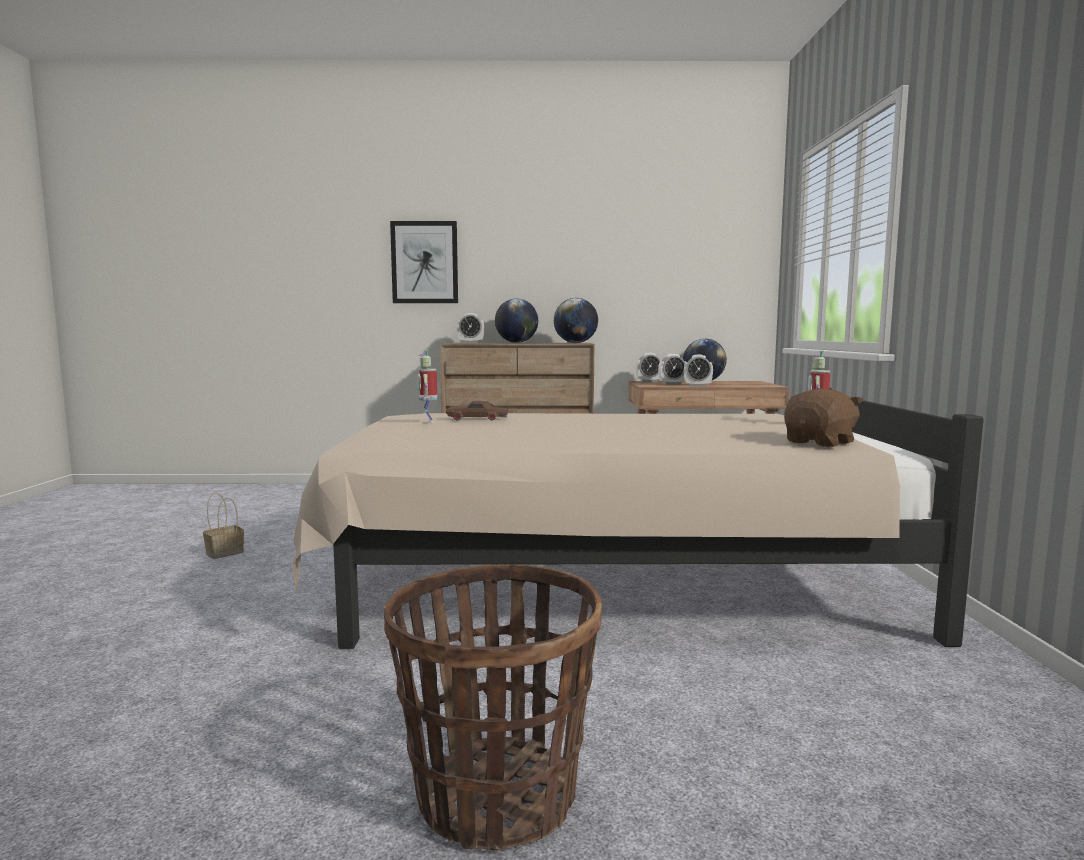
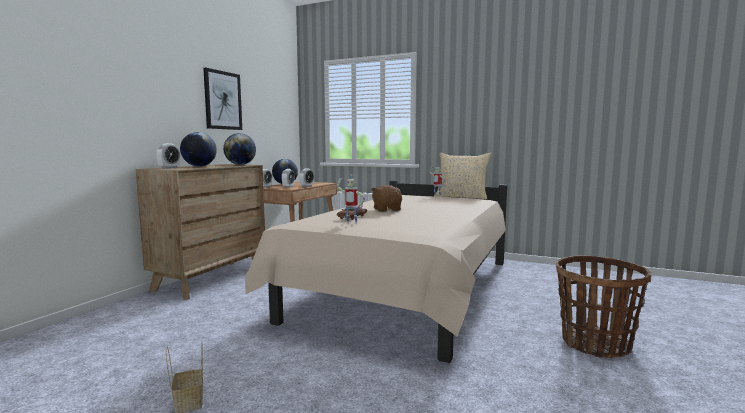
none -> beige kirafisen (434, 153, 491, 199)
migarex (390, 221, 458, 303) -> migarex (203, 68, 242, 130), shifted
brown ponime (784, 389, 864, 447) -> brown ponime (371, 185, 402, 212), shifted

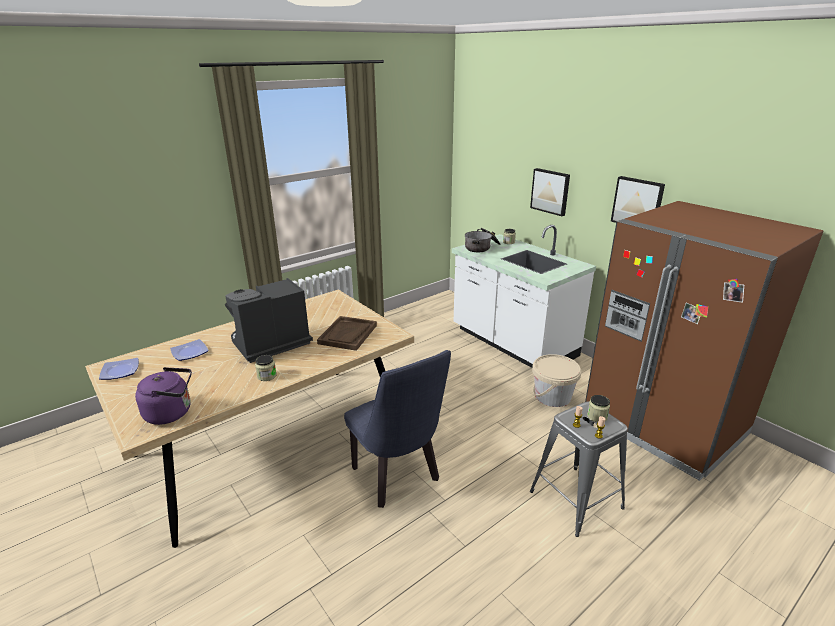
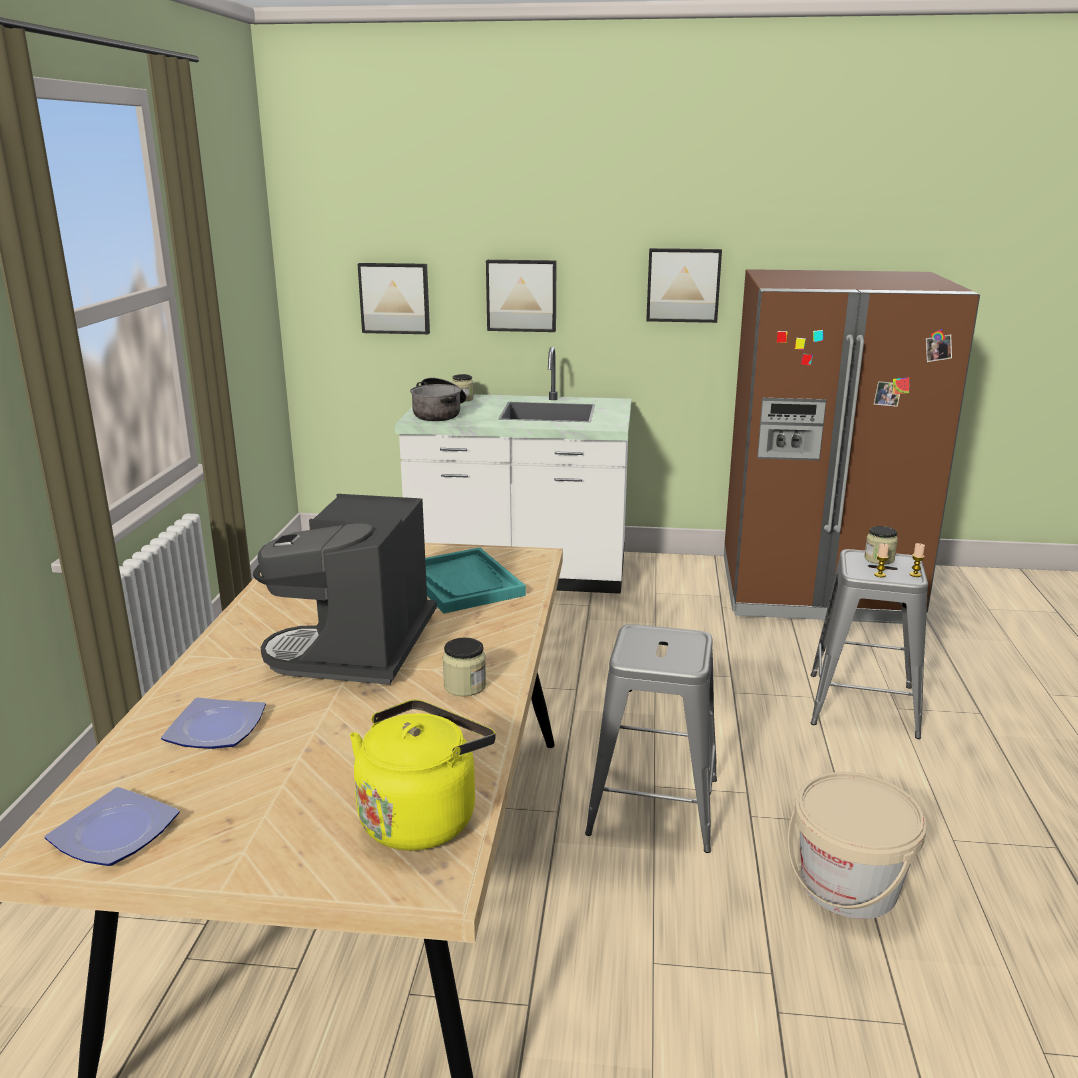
none -> migarex (358, 263, 430, 334)
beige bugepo (532, 354, 581, 407) -> beige bugepo (788, 772, 927, 919), shifted
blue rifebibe (344, 350, 451, 508) -> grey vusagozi (585, 624, 717, 853)
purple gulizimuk (135, 367, 192, 425) -> yellow gulizimuk (350, 700, 496, 851)
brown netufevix (317, 316, 377, 351) -> turquoise netufevix (425, 547, 526, 614)

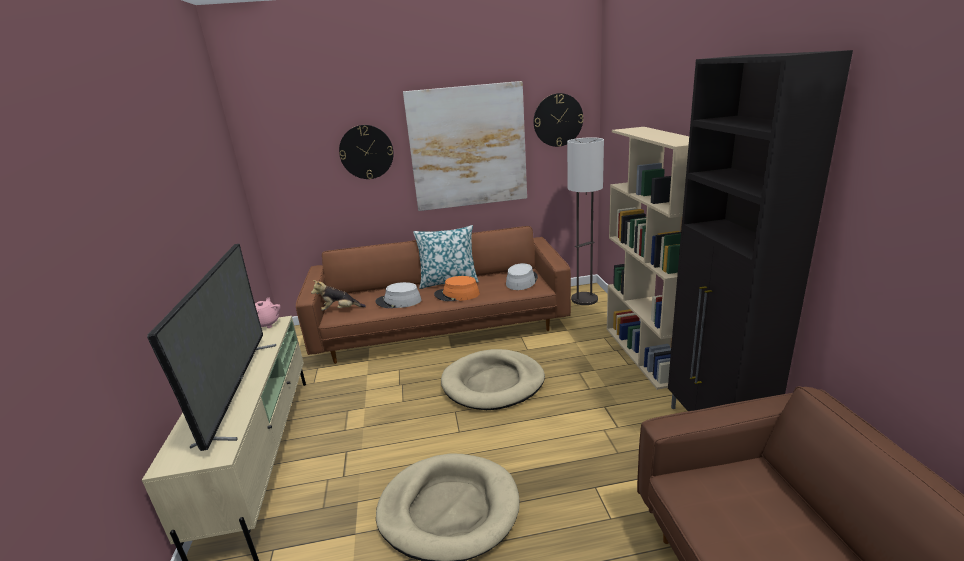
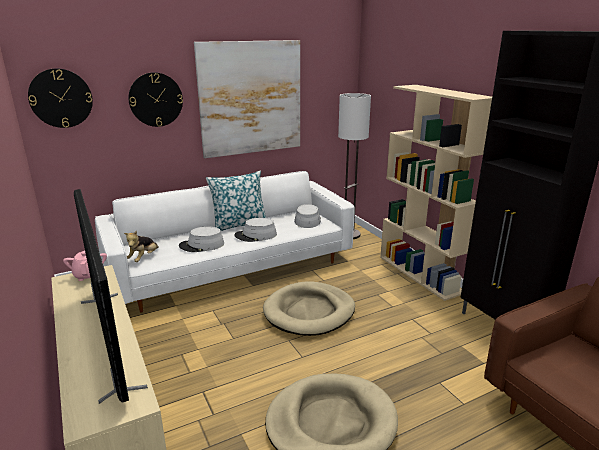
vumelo (534, 93, 583, 147) -> vumelo (28, 68, 93, 128), shifted
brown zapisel (296, 226, 571, 364) -> white zapisel (95, 171, 355, 313)
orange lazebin (434, 276, 480, 301) -> grey lazebin (235, 218, 277, 242)
ponime (311, 280, 366, 311) -> ponime (124, 231, 159, 262), 45 degrees counterclockwise

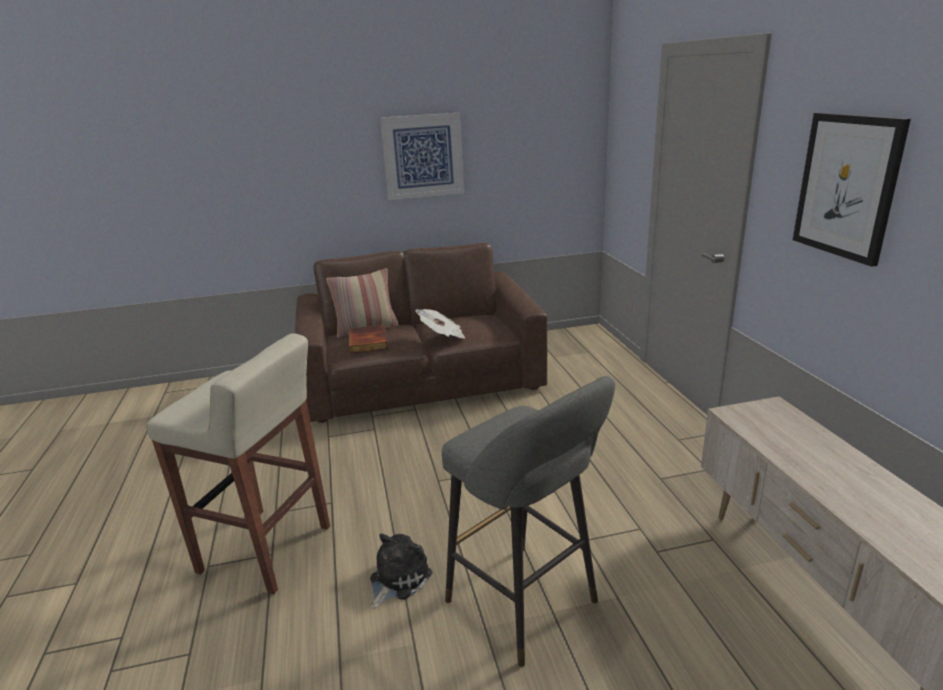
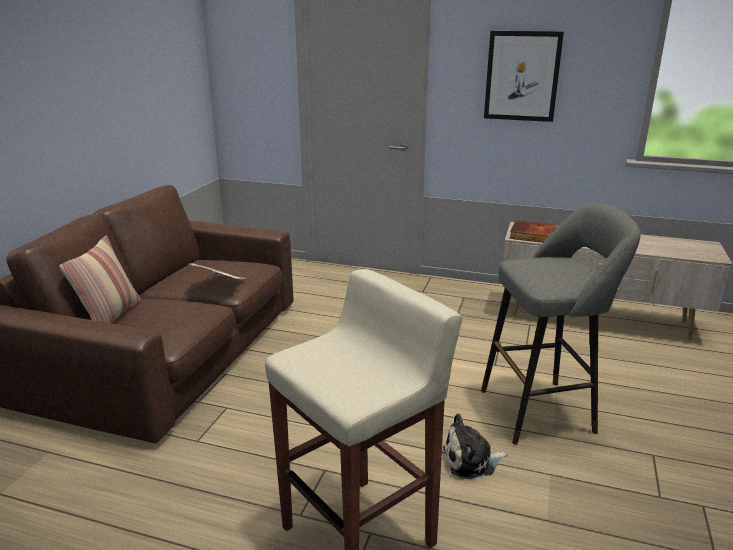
migarex (380, 113, 464, 200) -> none
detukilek (349, 325, 388, 353) -> detukilek (509, 220, 559, 243), shifted
ponime (370, 533, 432, 609) -> ponime (442, 414, 508, 479), 75 degrees counterclockwise

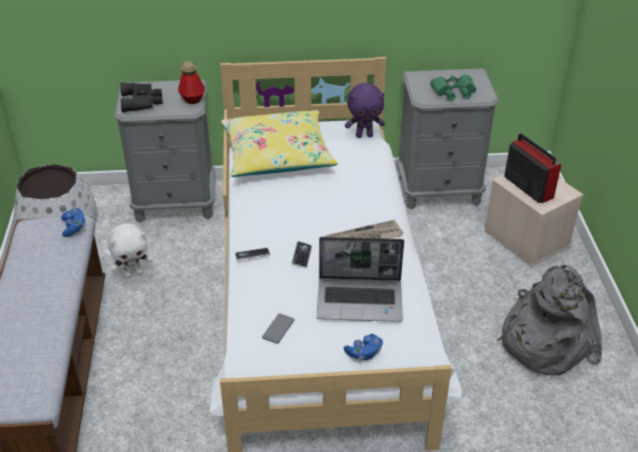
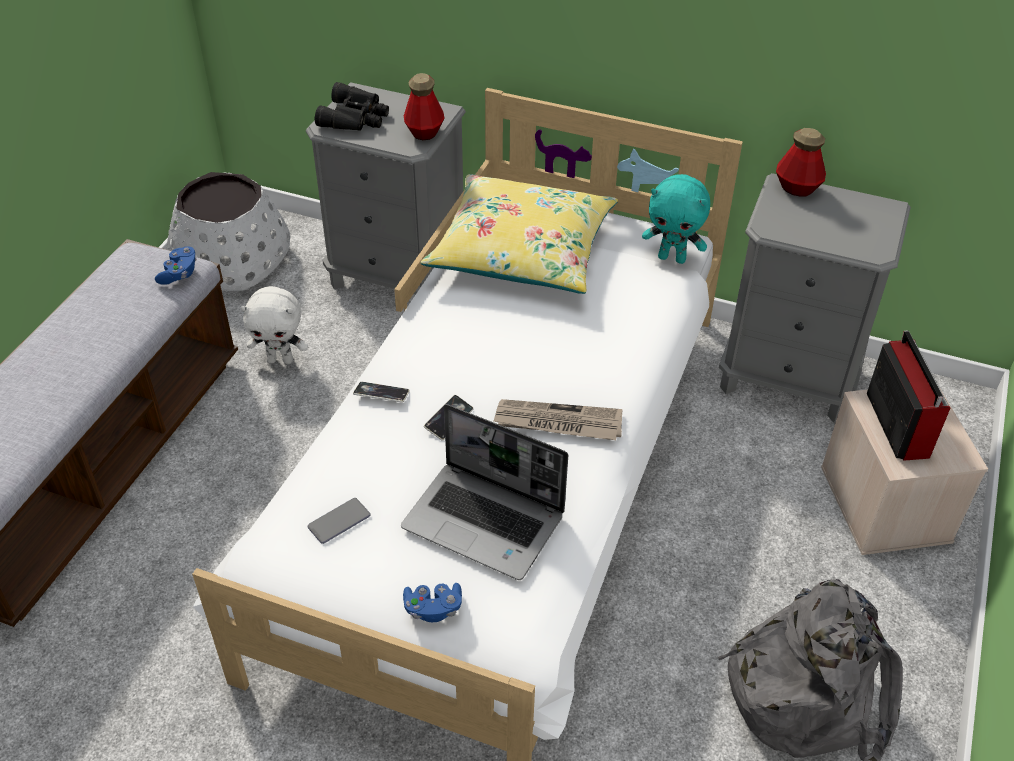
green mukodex (430, 74, 476, 101) -> none
none -> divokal (776, 128, 826, 197)
purple ponime (345, 83, 385, 138) -> turquoise ponime (642, 174, 710, 264)

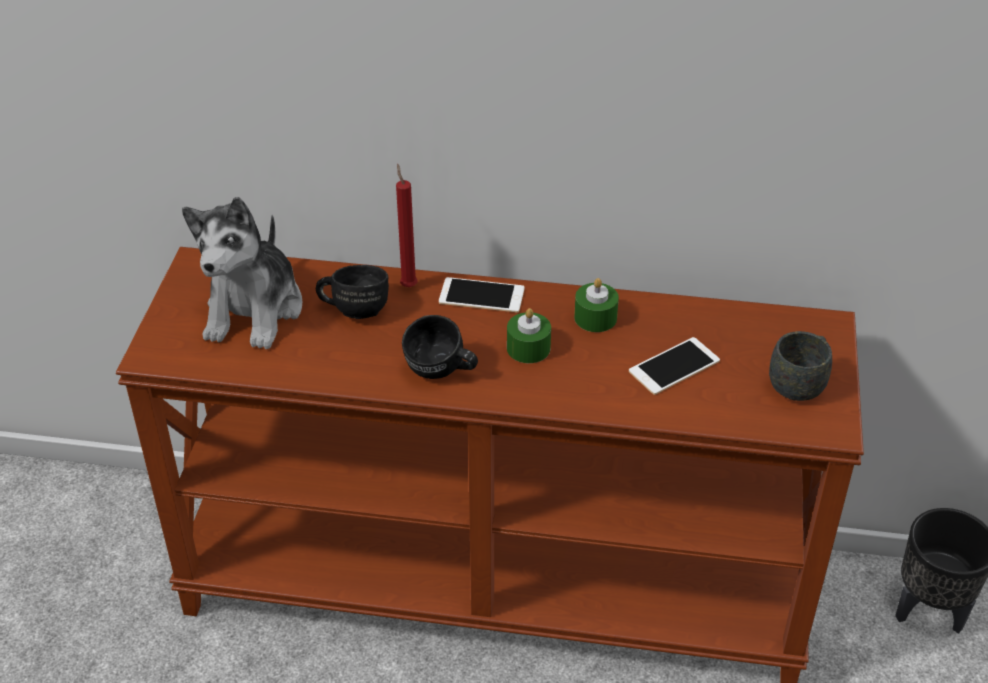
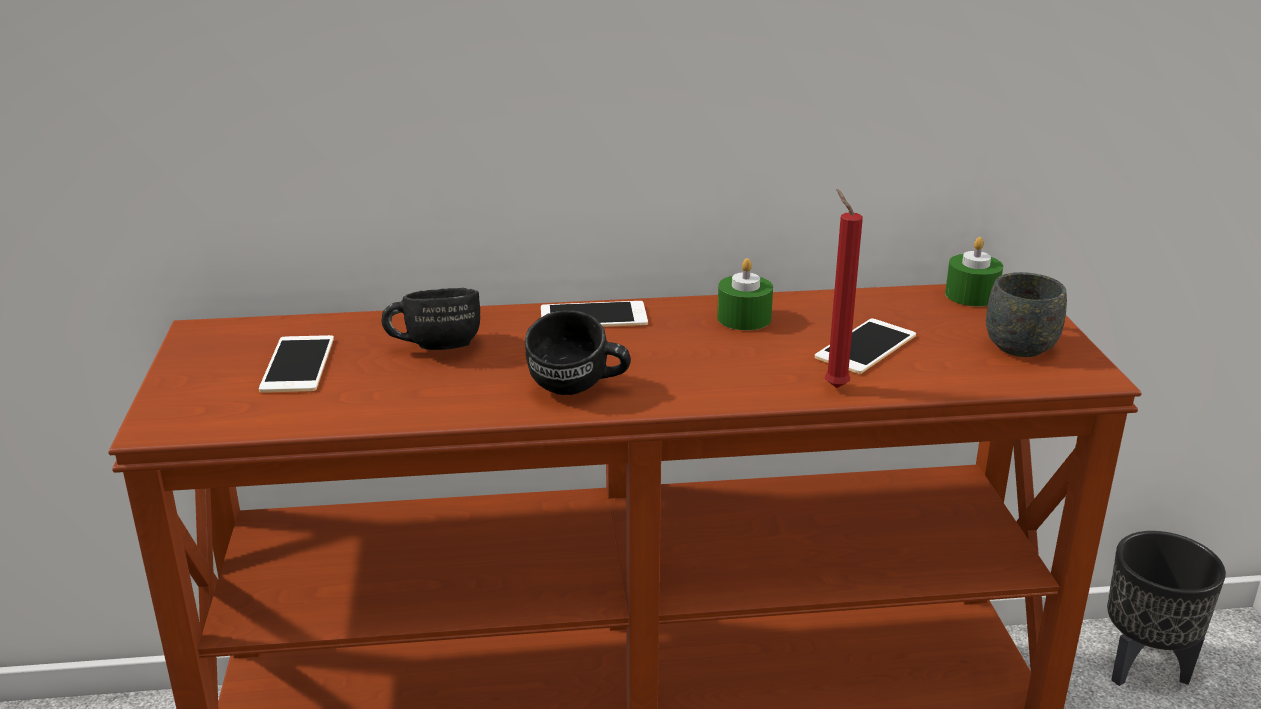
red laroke (396, 164, 417, 287) -> red laroke (825, 189, 863, 388), shifted
green laroke (507, 308, 551, 363) -> green laroke (945, 237, 1003, 307), shifted
ponime (182, 197, 302, 349) -> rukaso (259, 335, 334, 393)

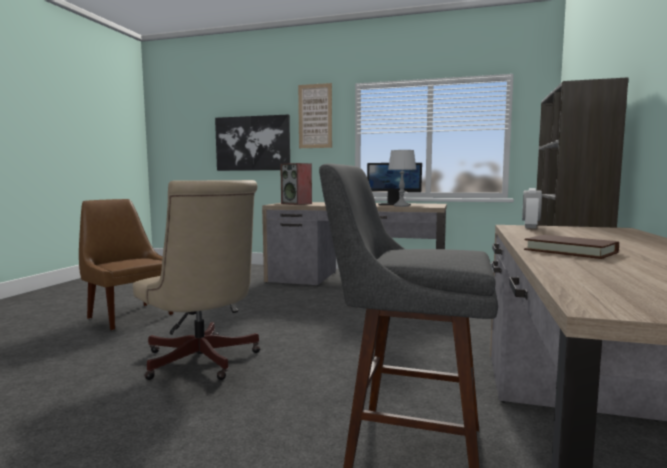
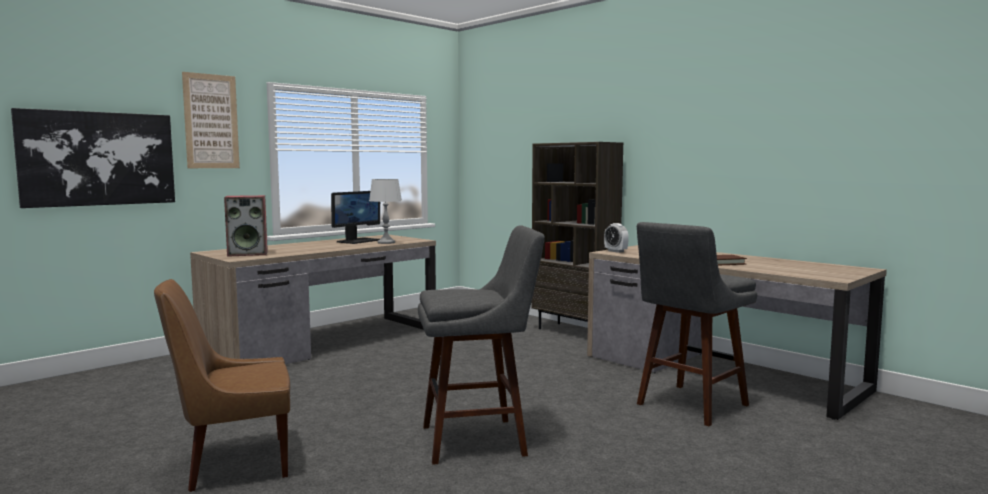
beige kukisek (133, 180, 260, 380) -> grey vusagozi (418, 225, 545, 465)

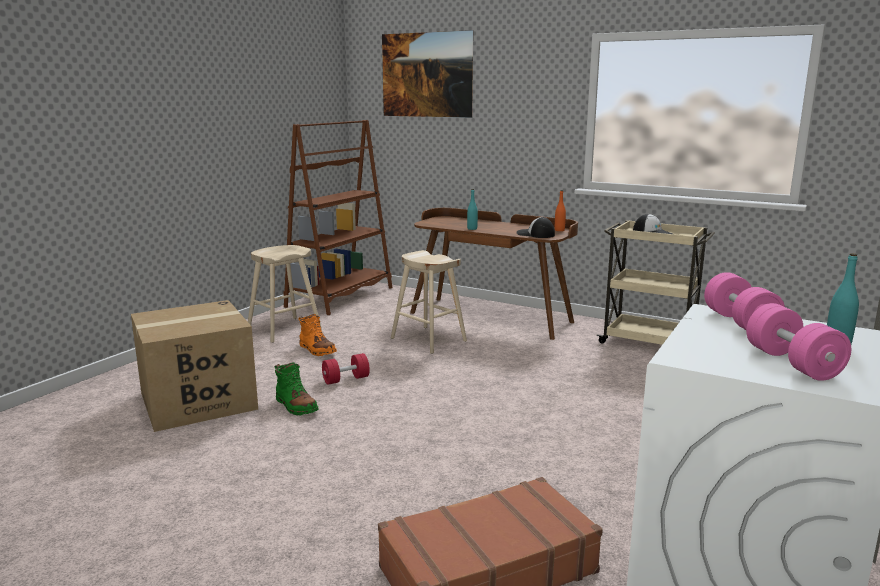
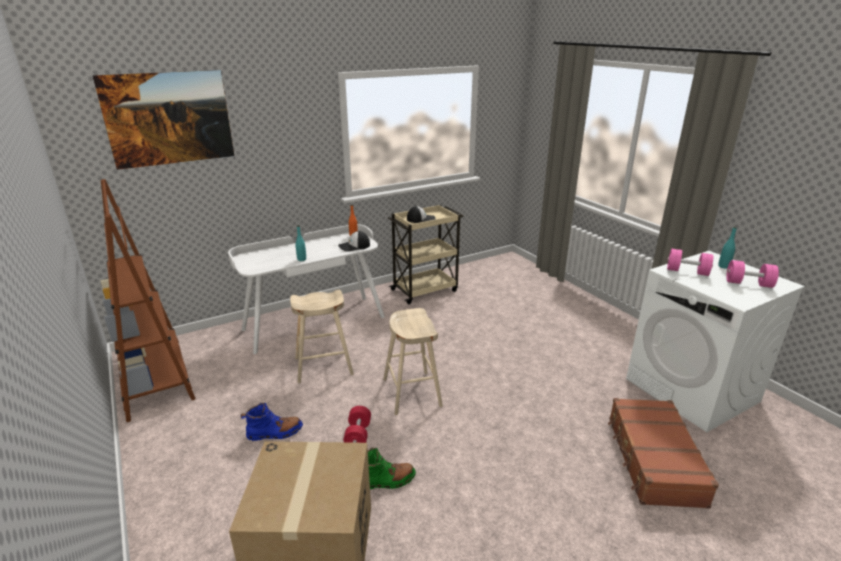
beige vusagozi (248, 245, 322, 343) -> beige vusagozi (383, 308, 443, 415), shifted
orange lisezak (298, 314, 337, 356) -> blue lisezak (241, 403, 303, 441)
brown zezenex (410, 208, 578, 340) -> white zezenex (228, 224, 385, 354)

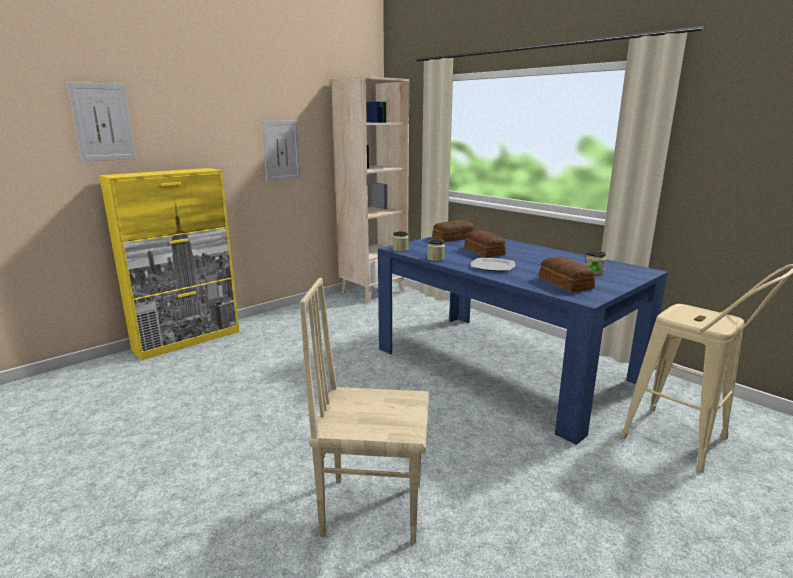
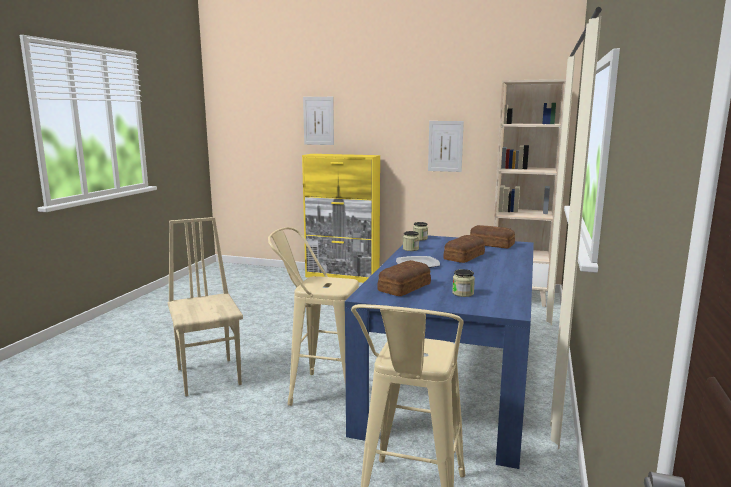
none -> beige vusagozi (268, 227, 359, 406)

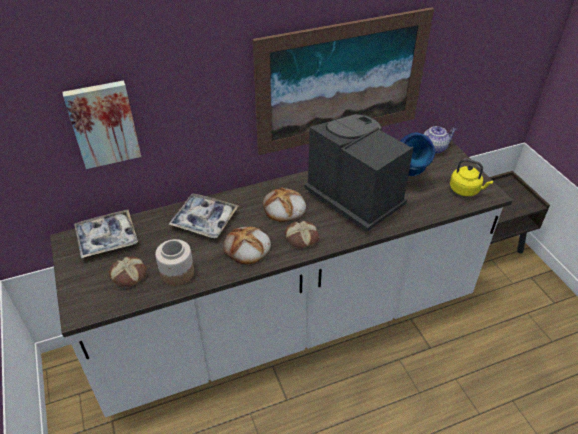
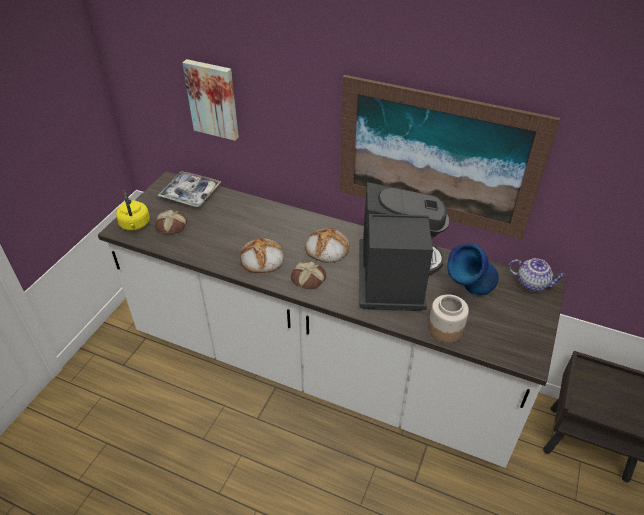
netufevix (168, 194, 238, 238) -> none
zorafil (155, 239, 194, 286) -> zorafil (428, 294, 469, 343), shifted
yellow gulizimuk (450, 159, 493, 196) -> yellow gulizimuk (116, 190, 150, 231), shifted

